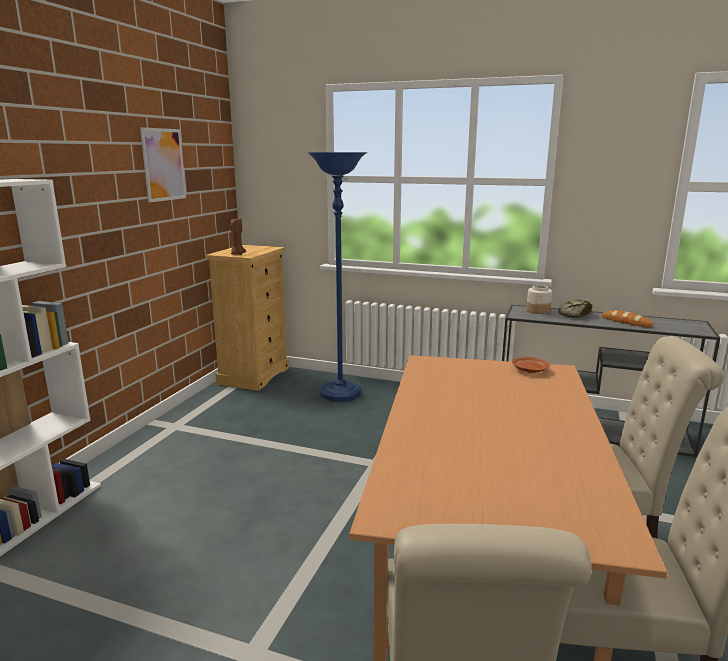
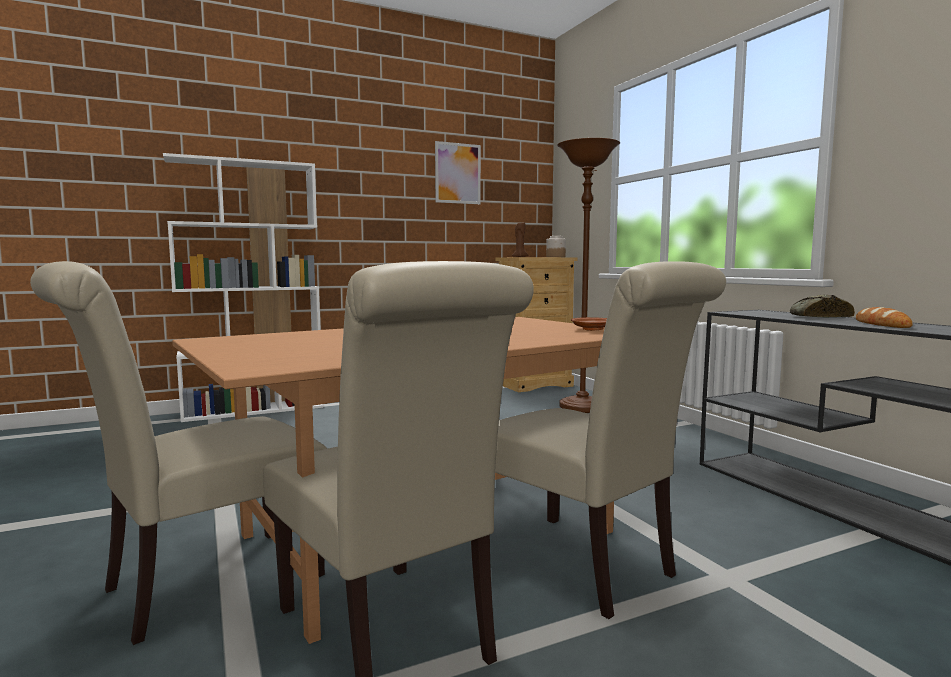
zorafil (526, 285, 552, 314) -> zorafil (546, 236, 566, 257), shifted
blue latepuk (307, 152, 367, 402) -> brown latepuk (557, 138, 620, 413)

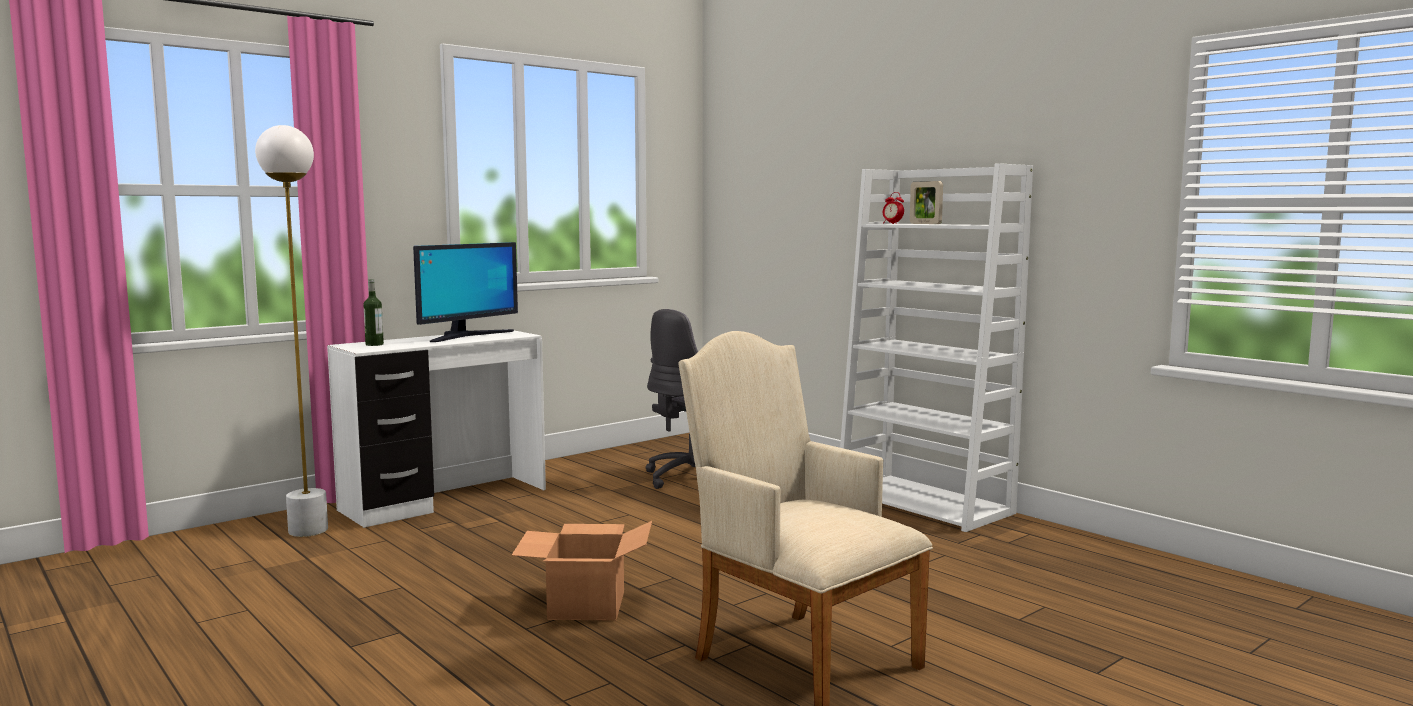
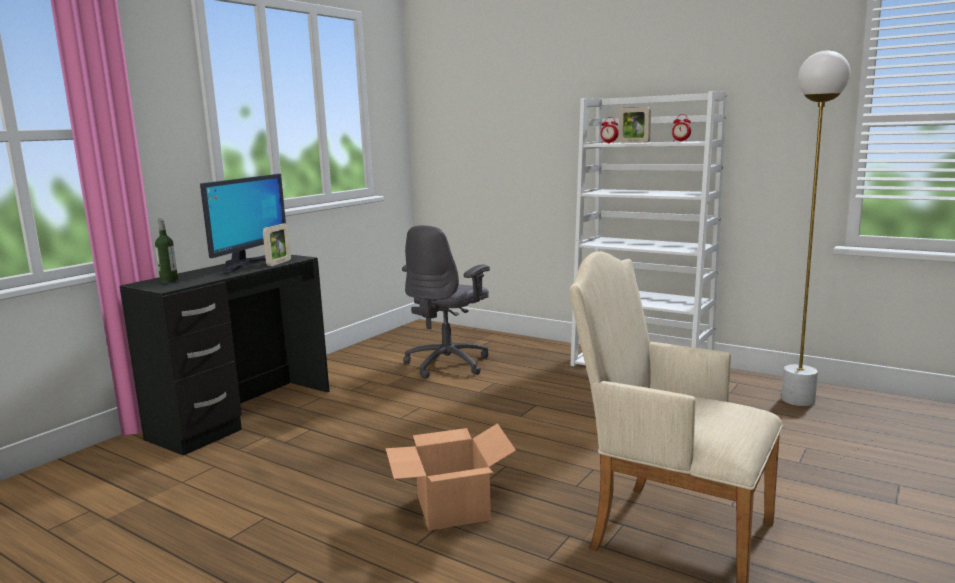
none -> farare (263, 223, 291, 266)
none -> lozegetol (672, 114, 691, 142)
white latepuk (255, 125, 328, 537) -> white latepuk (781, 51, 850, 406), shifted
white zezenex (327, 329, 546, 528) -> black zezenex (119, 255, 330, 456)

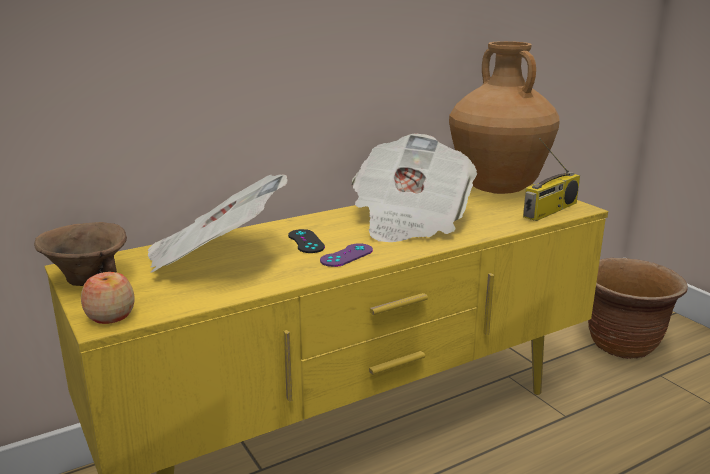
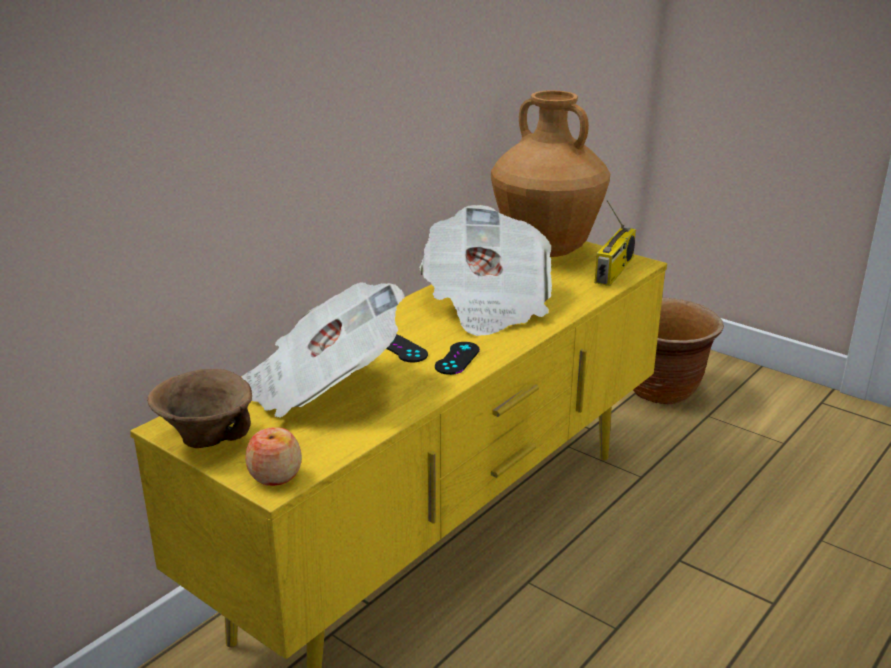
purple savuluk (320, 243, 373, 267) -> black savuluk (435, 342, 480, 375)

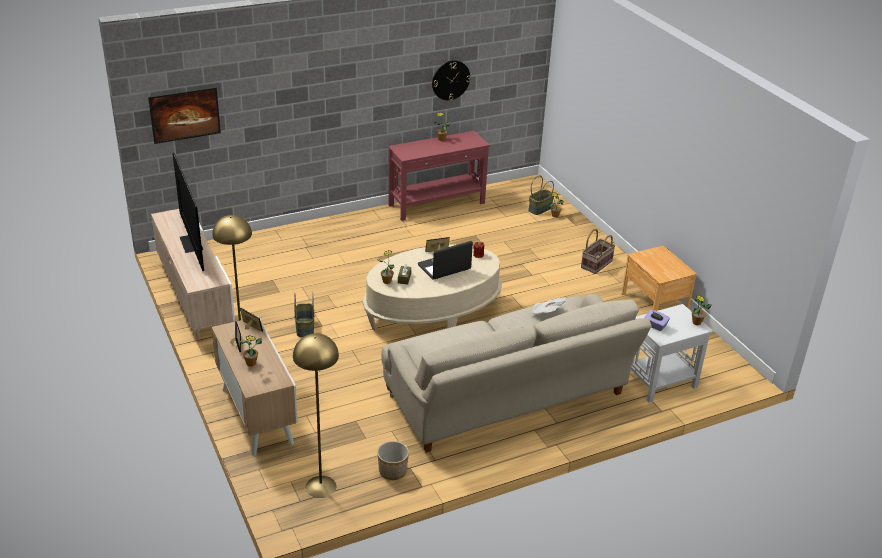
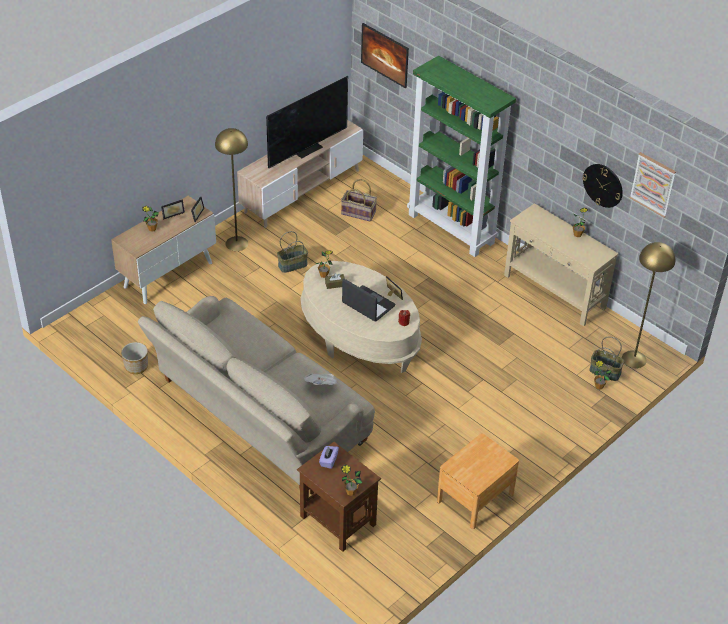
none -> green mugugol (407, 56, 516, 257)
none -> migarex (630, 152, 676, 217)
yellow latepuk (293, 333, 339, 498) -> yellow latepuk (622, 242, 675, 368), shifted
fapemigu (581, 229, 615, 274) -> fapemigu (341, 179, 377, 222), shifted
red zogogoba (388, 131, 490, 221) -> beige zogogoba (504, 203, 619, 326)
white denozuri (629, 304, 713, 403) -> brown denozuri (297, 442, 381, 552)

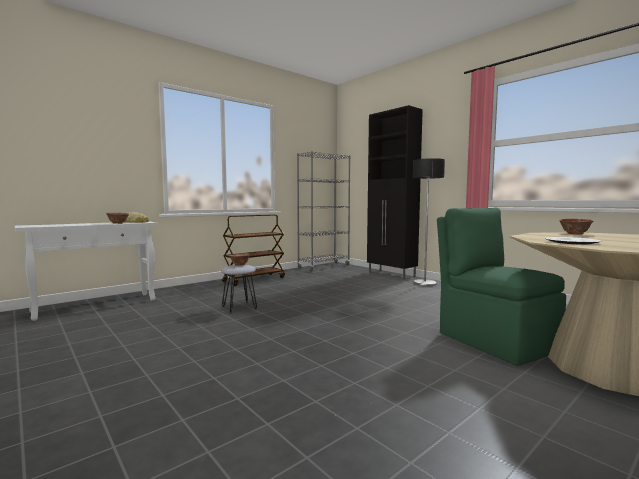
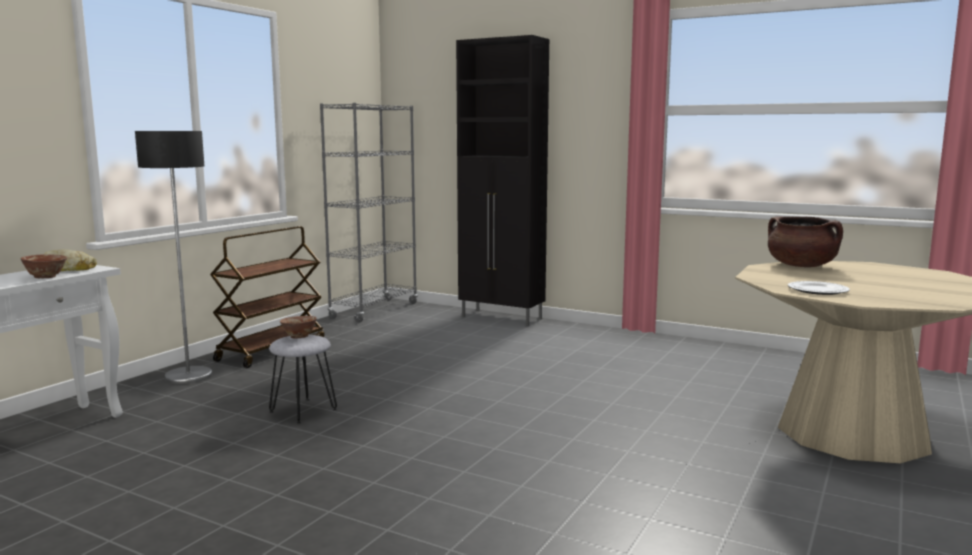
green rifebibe (437, 208, 566, 366) -> none
latepuk (413, 158, 445, 286) -> latepuk (135, 131, 213, 384), shifted
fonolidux (559, 219, 593, 234) -> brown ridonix (768, 217, 843, 267)

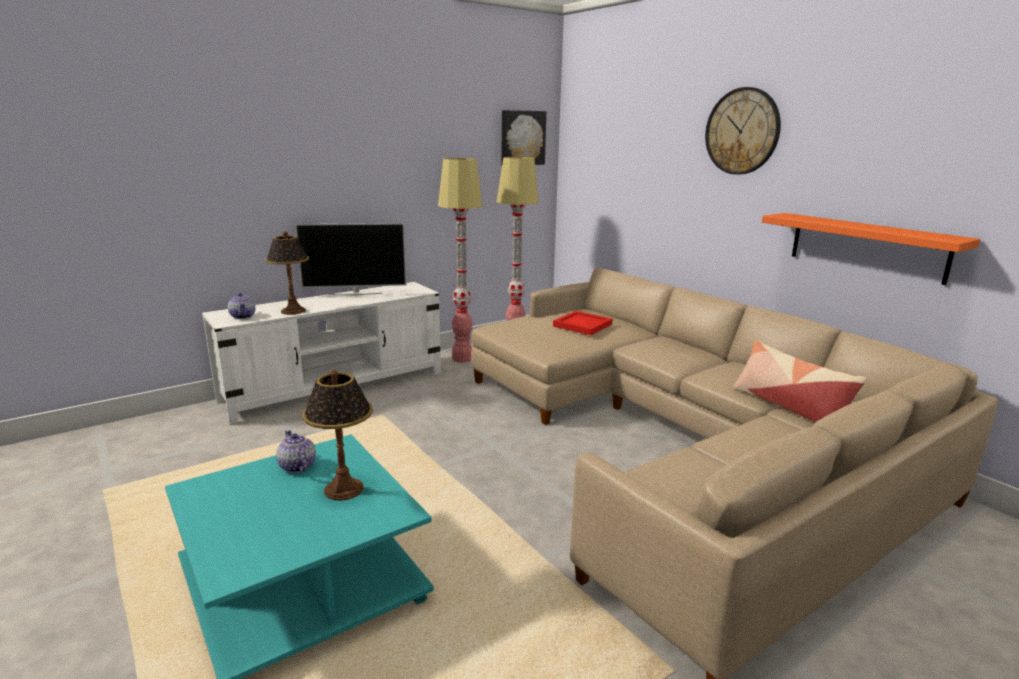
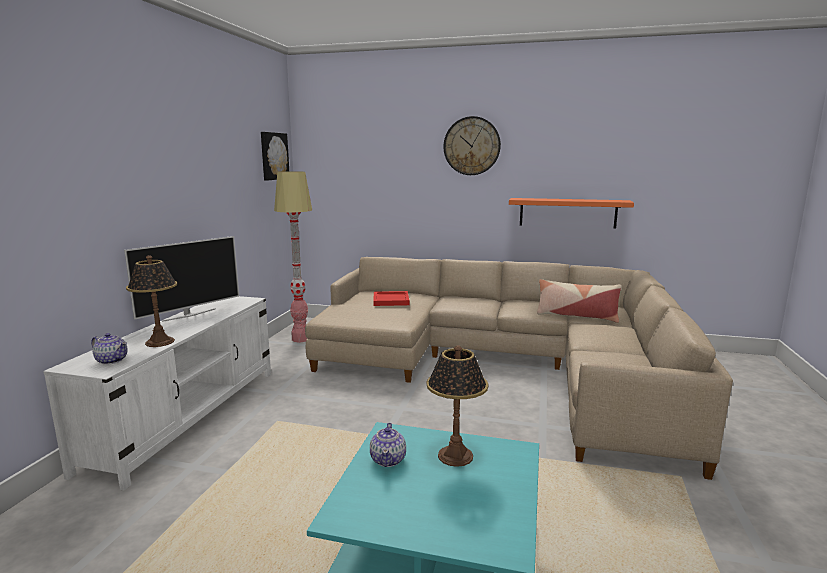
latepuk (438, 158, 482, 363) -> none
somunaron (276, 430, 316, 473) -> somunaron (370, 423, 406, 467), 105 degrees counterclockwise

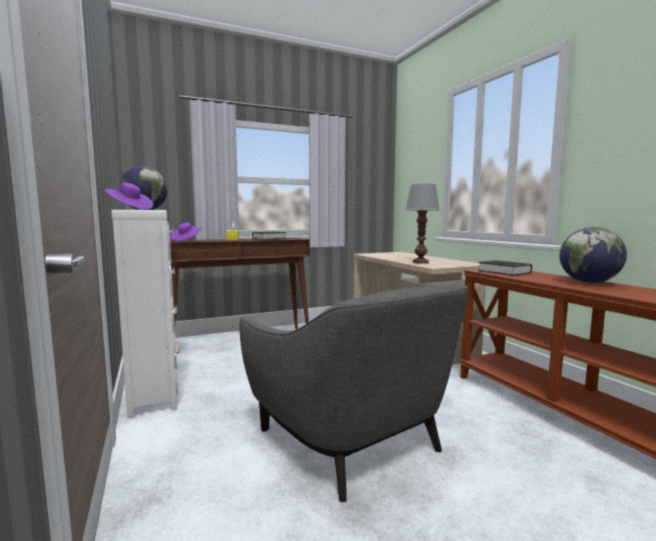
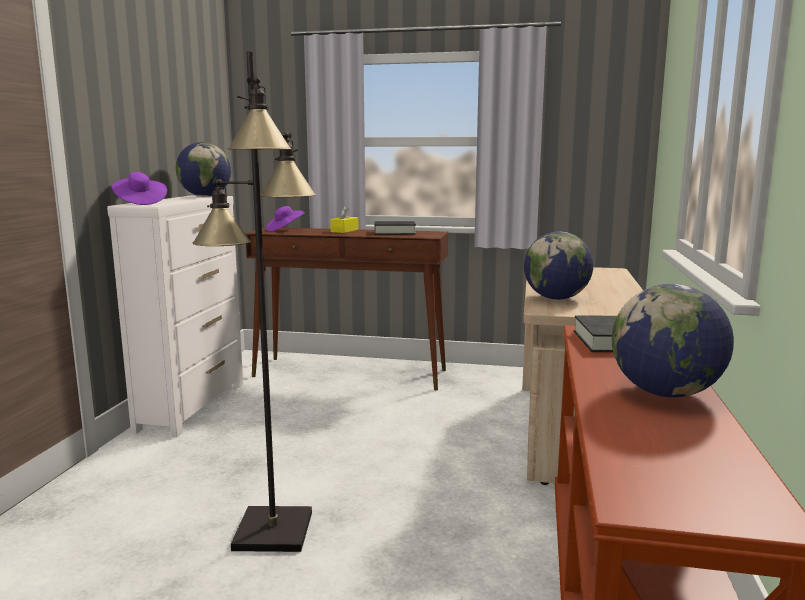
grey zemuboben (239, 284, 468, 502) -> black latepuk (192, 51, 316, 552)
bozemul (405, 184, 440, 264) -> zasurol (524, 232, 593, 300)

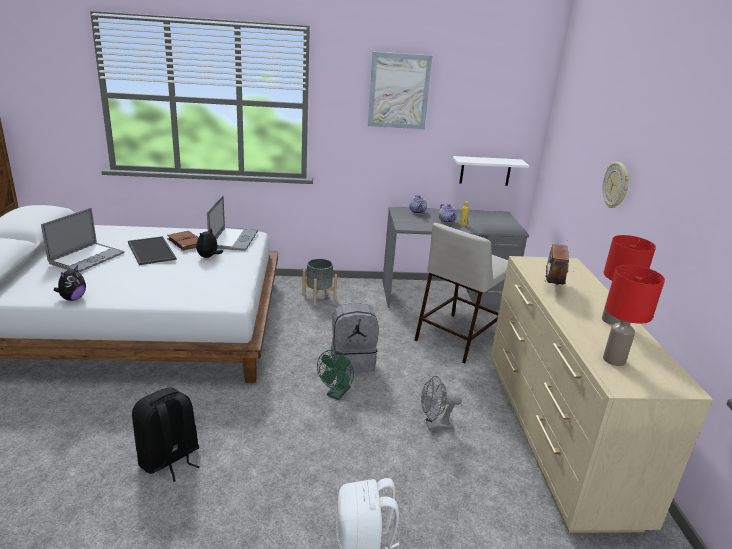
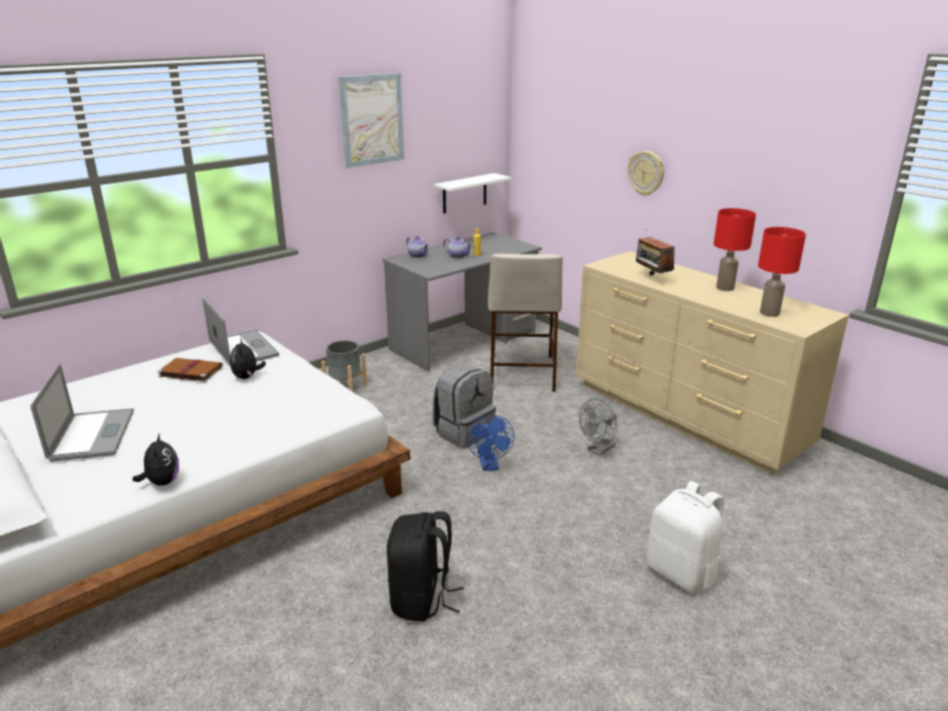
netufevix (128, 236, 177, 265) -> none
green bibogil (317, 350, 354, 400) -> blue bibogil (467, 415, 515, 471)

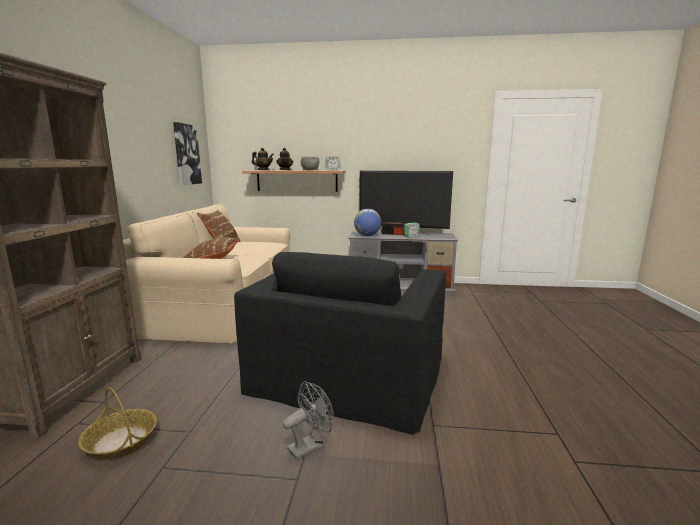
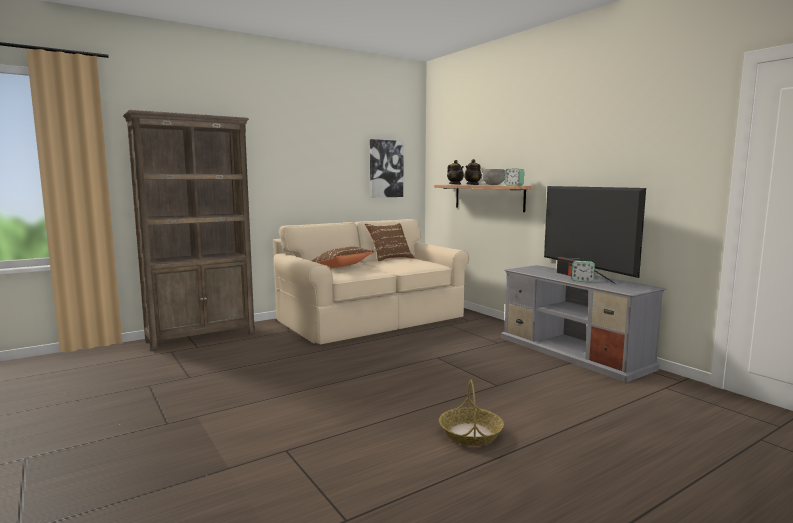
black zemuboben (234, 252, 446, 435) -> none
grey bibogil (282, 381, 334, 460) -> none
zasurol (354, 209, 381, 236) -> none
fapemigu (78, 387, 157, 460) -> fapemigu (439, 380, 504, 446), shifted

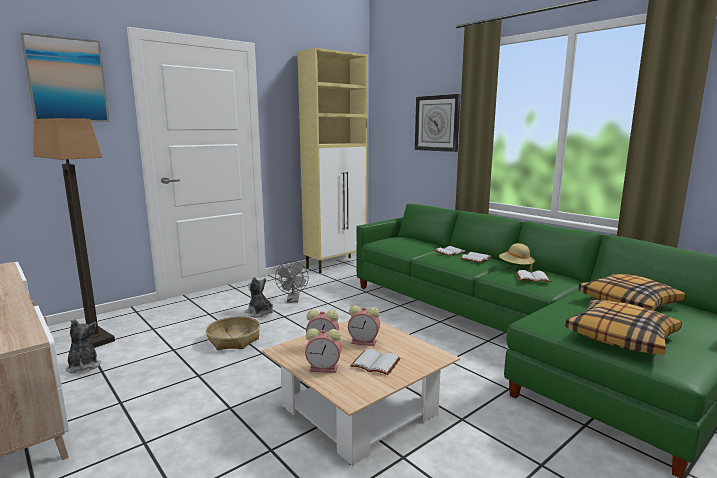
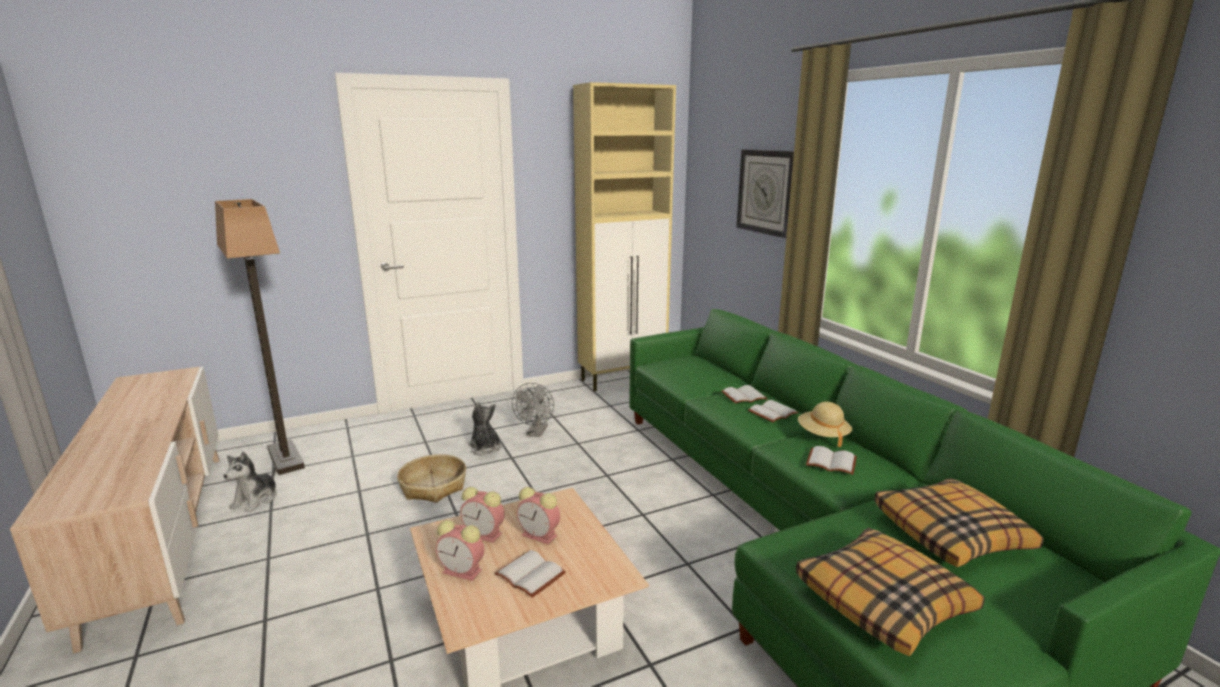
migarex (20, 32, 110, 122) -> none
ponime (66, 319, 101, 373) -> ponime (224, 451, 277, 512), 150 degrees counterclockwise

